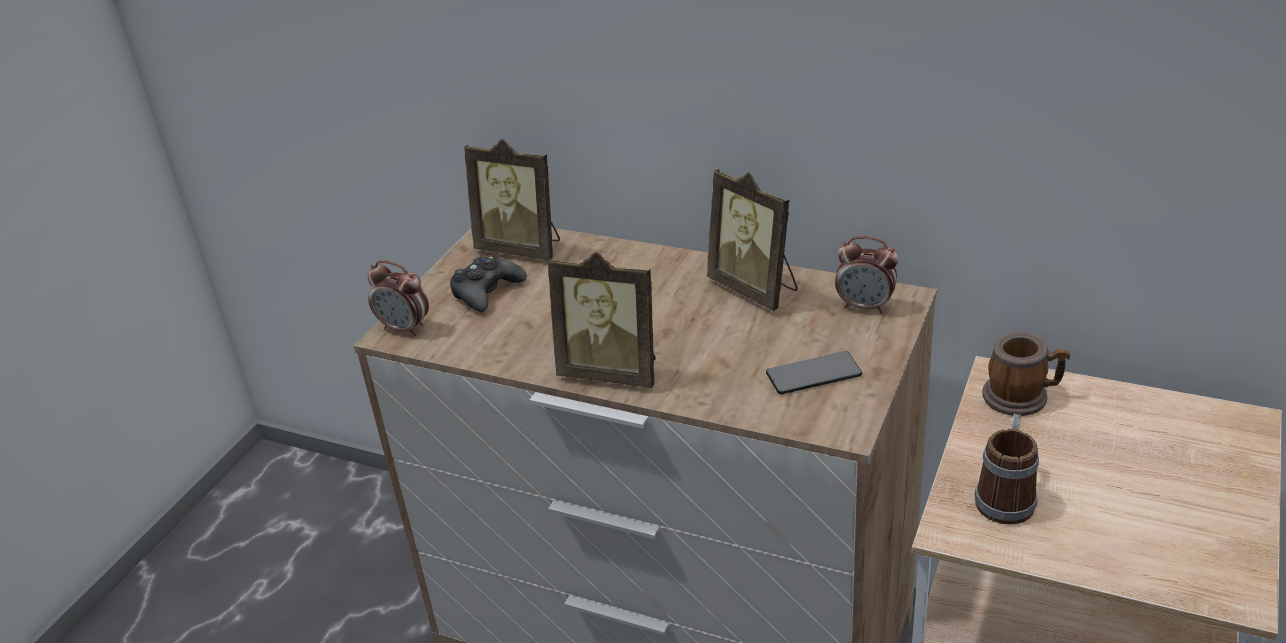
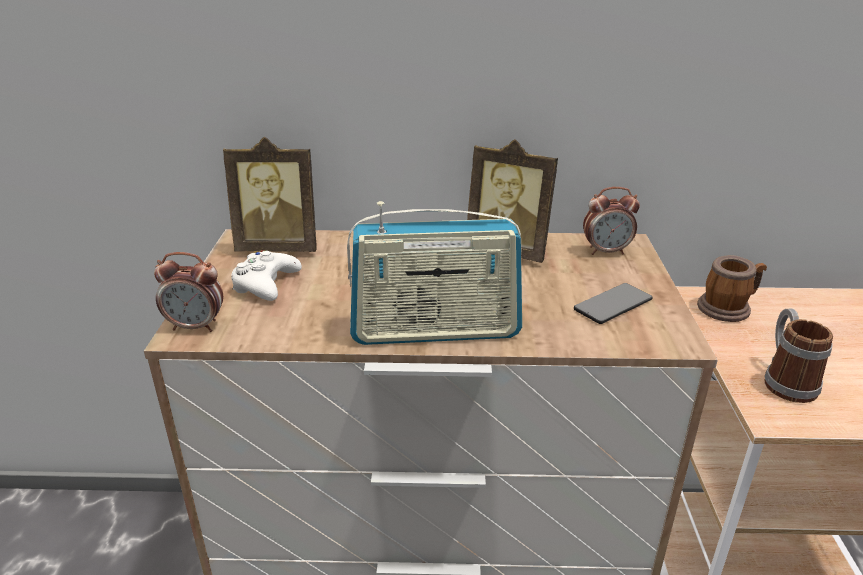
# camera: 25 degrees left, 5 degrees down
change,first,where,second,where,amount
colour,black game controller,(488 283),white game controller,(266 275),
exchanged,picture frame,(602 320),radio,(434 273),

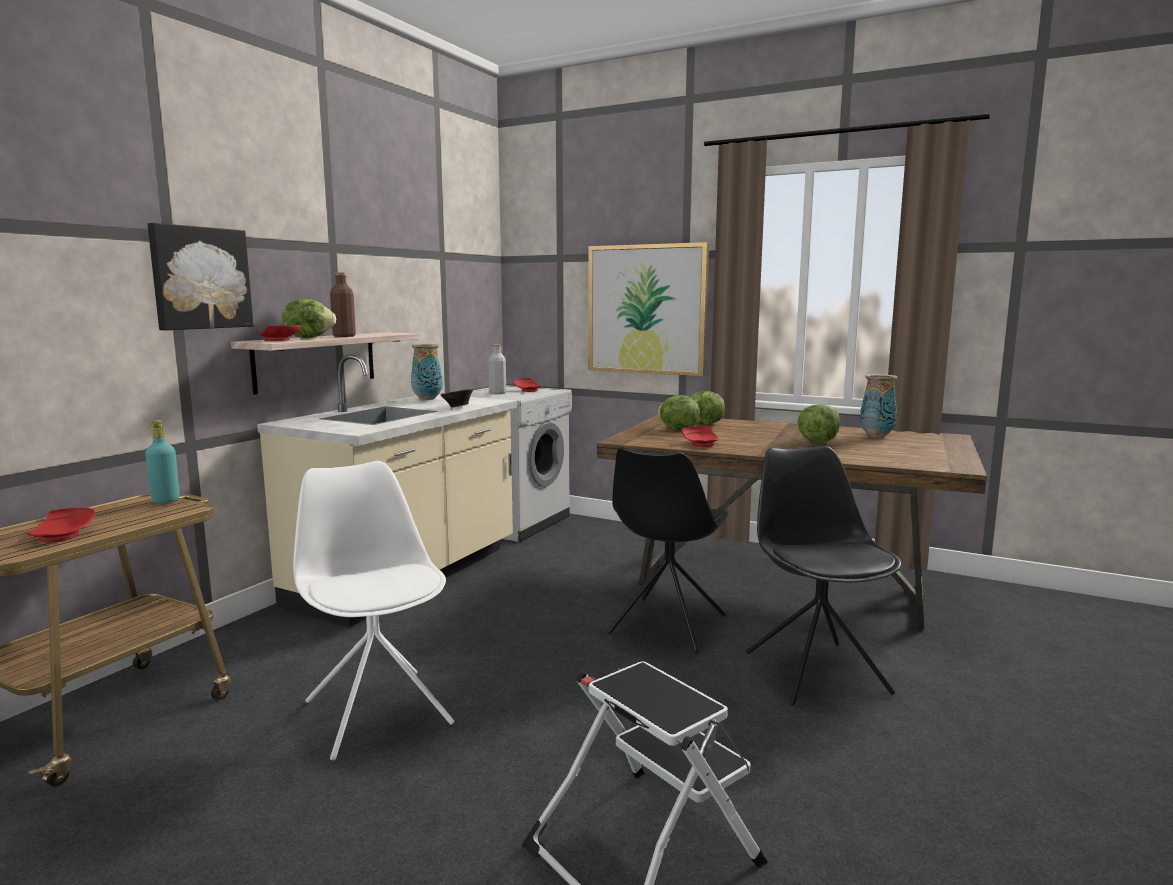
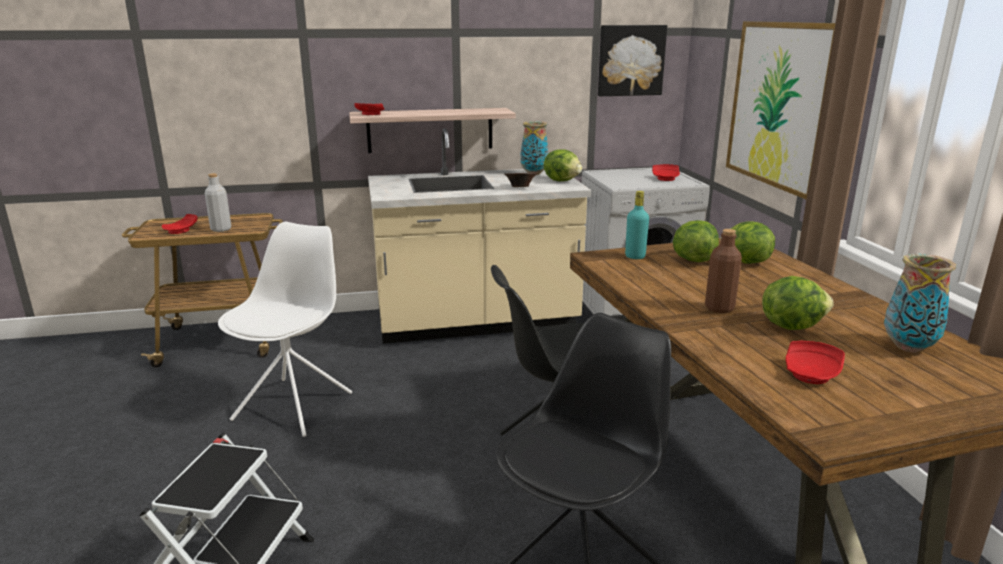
# camera: 50 degrees right, 10 degrees up
change,first,where,second,where,amount
relocated,turquoise bottle,(162 461),,(637 225),
relocated,picture,(201 276),,(632 60),
relocated,lettuce,(309 318),,(563 165),
relocated,brown bottle,(343 304),,(723 271),
relocated,grey bottle,(497 369),,(218 202),
relocated,red plate,(700 436),,(815 362),

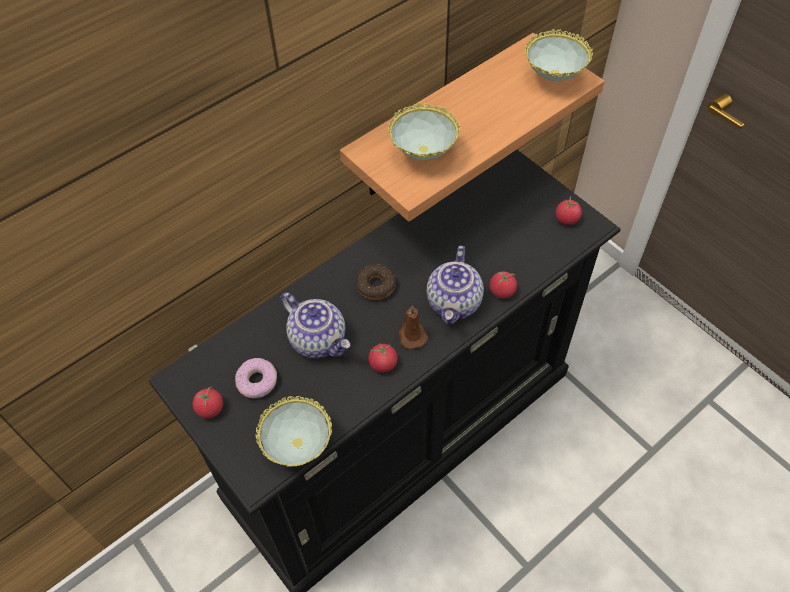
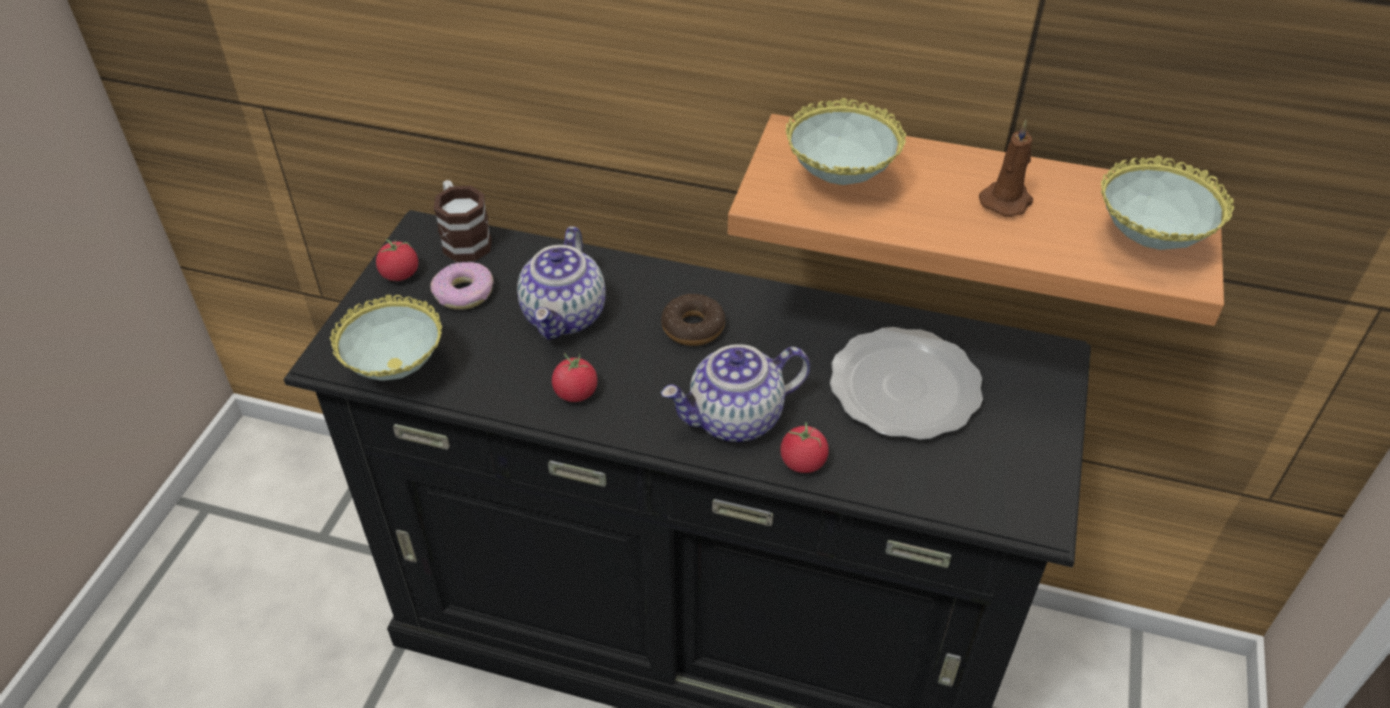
# camera: 55 degrees right, 10 degrees down
change,first,where,second,where,amount
relocated,brown candle,(413 327),,(1006 168),
missing,tomato,(569 210),,,
appeared,,,mug,(463 221),
appeared,,,plate,(906 383),

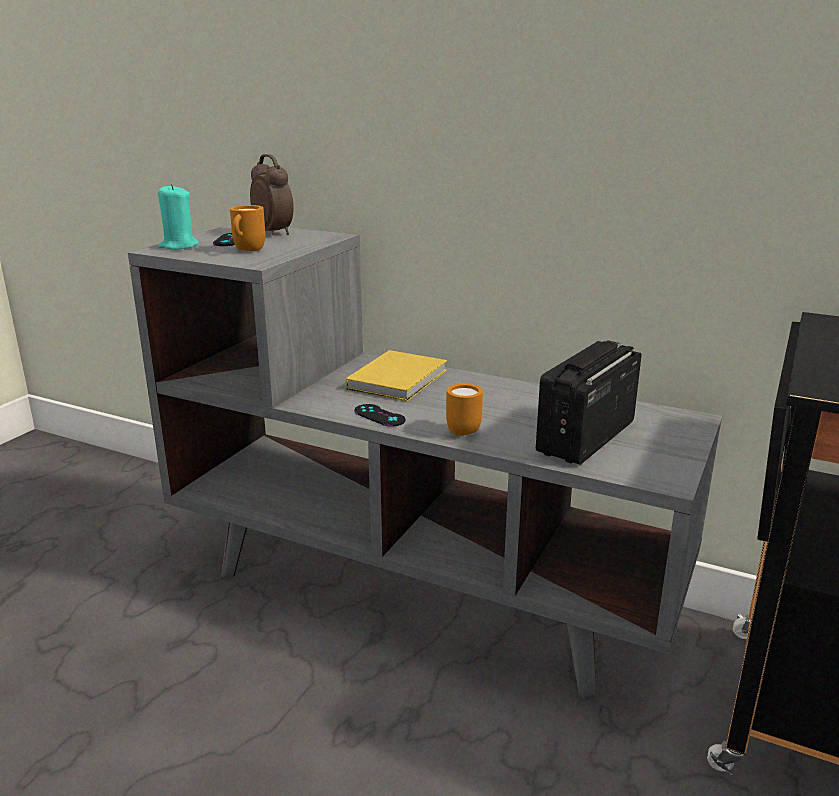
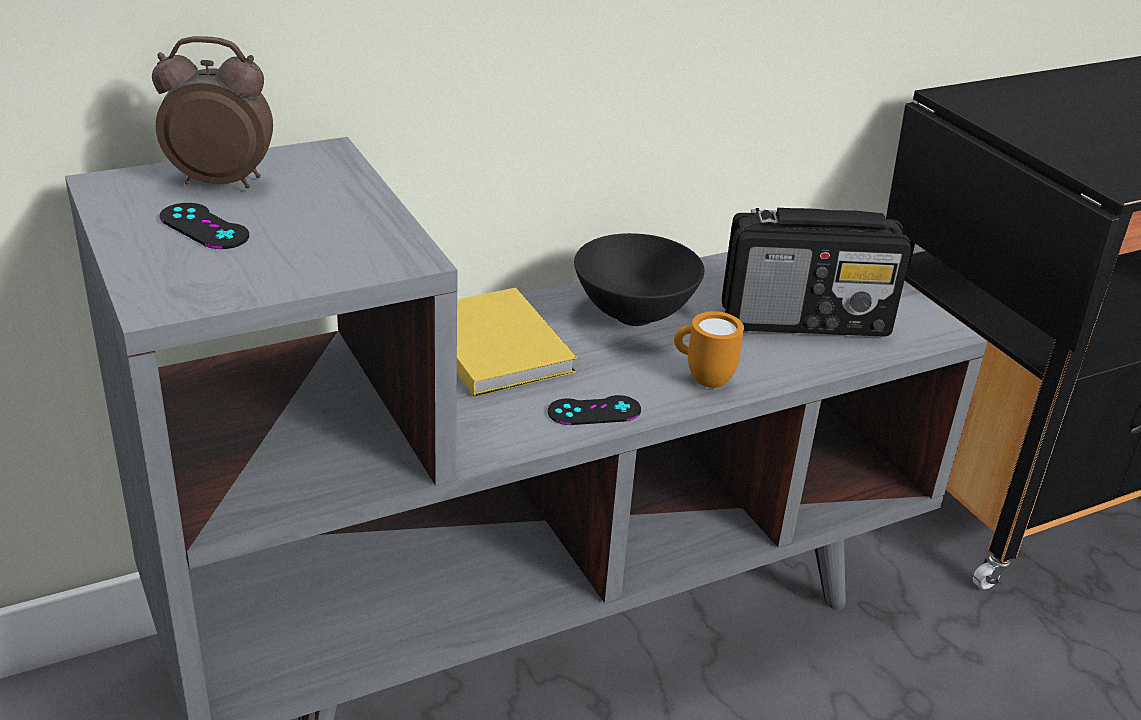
# camera: 55 degrees left, 10 degrees up
change,first,where,second,where,amount
missing,turquoise candle,(178 217),,,
missing,orange mug,(247 228),,,
spun,radio,(588 402),,(816 272),75 degrees counterclockwise
appeared,,,black bowl,(639 279),

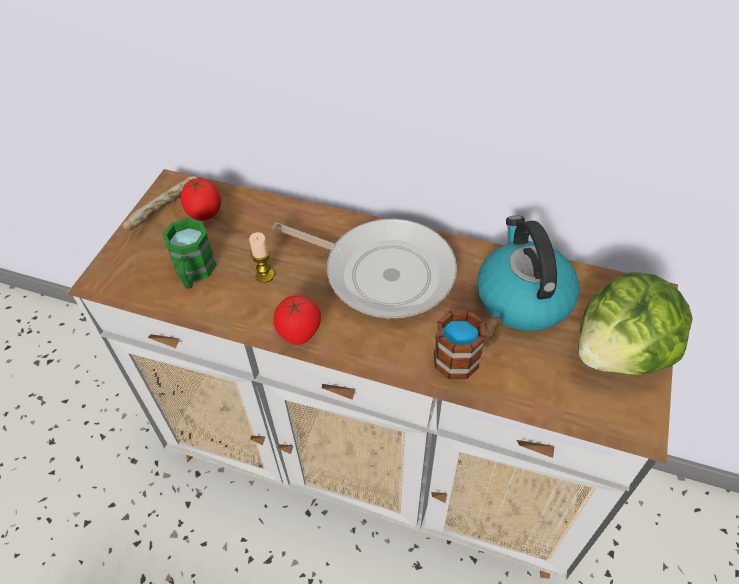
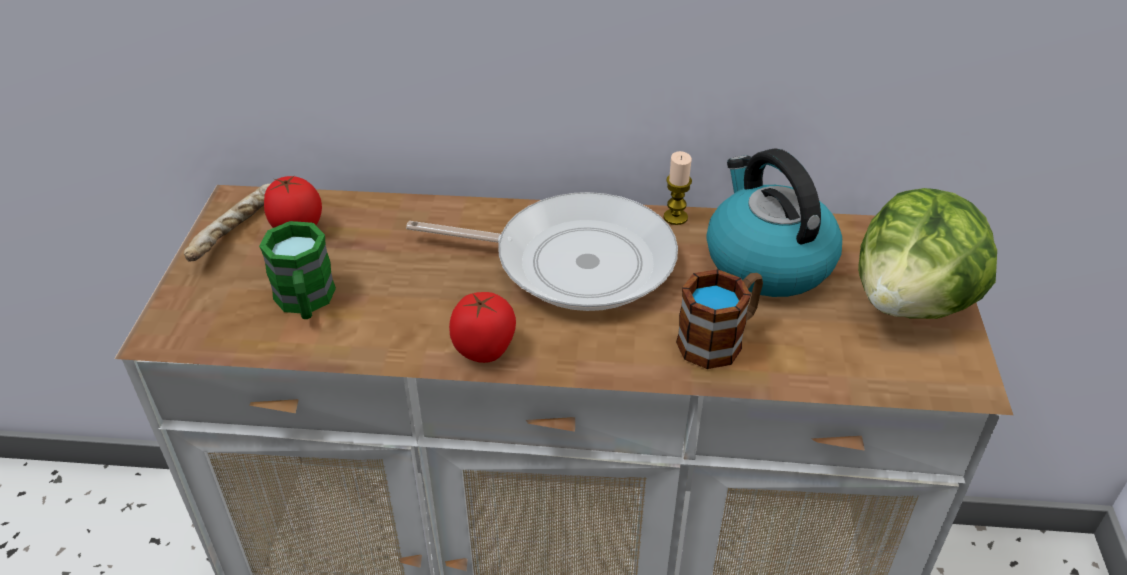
# camera: 15 degrees left, 10 degrees down
change,first,where,second,where,amount
relocated,candle,(261 257),,(678 188),

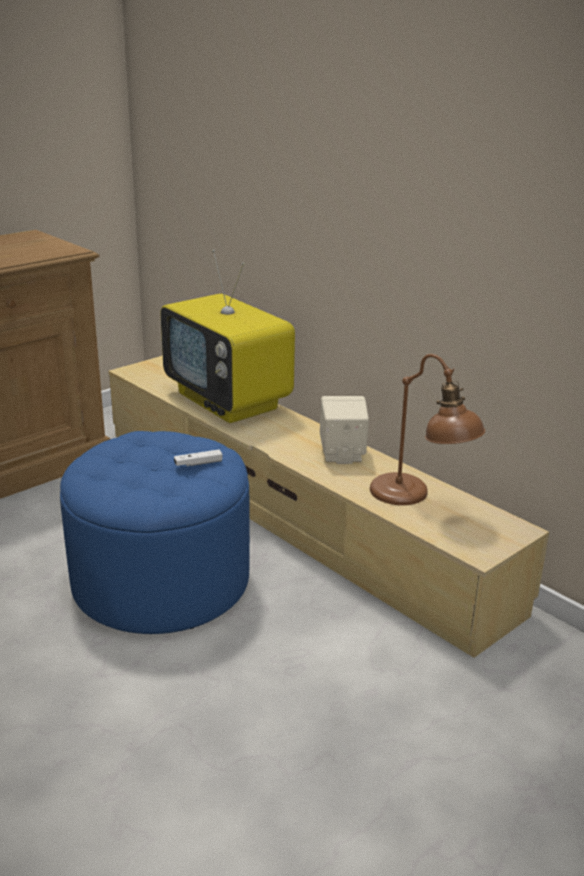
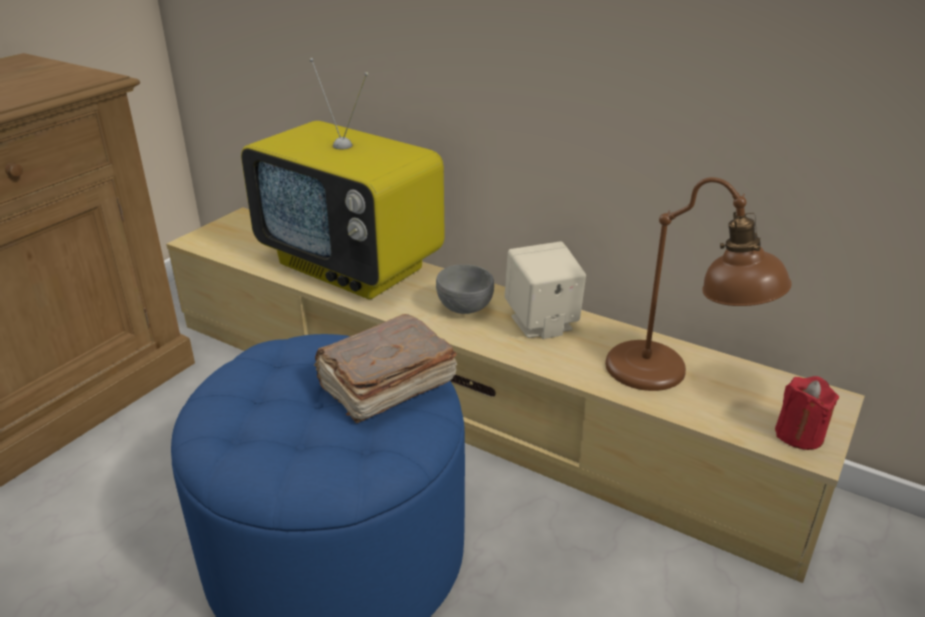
# camera: 15 degrees left, 5 degrees up
change,first,where,second,where,amount
exchanged,white game controller,(198 457),brown book,(385 368),
appeared,,,grey bowl,(465 289),
appeared,,,red candle,(807 413),

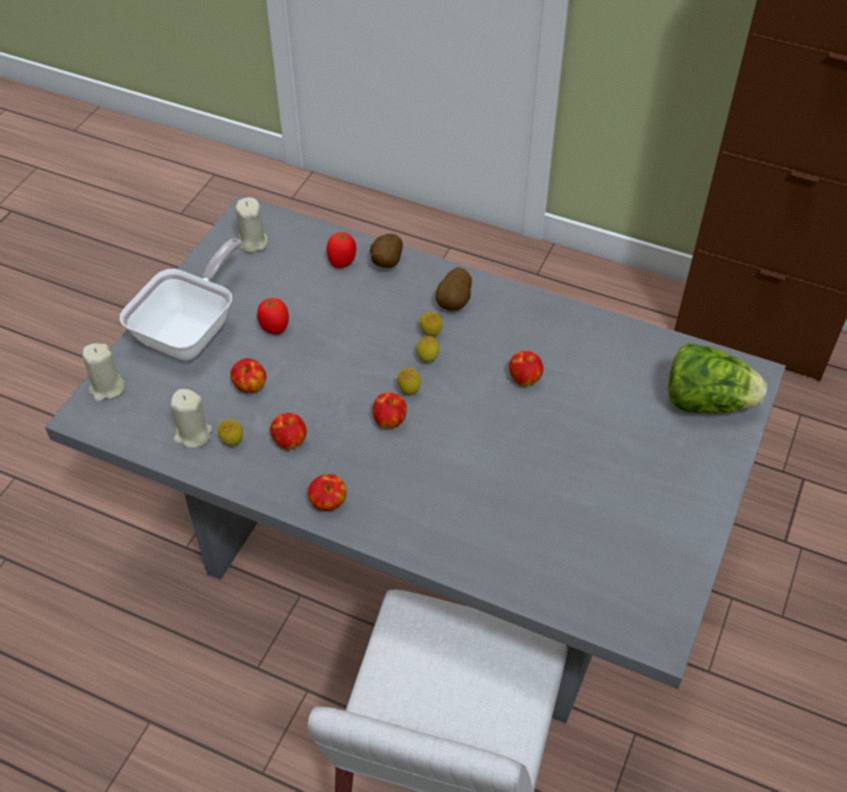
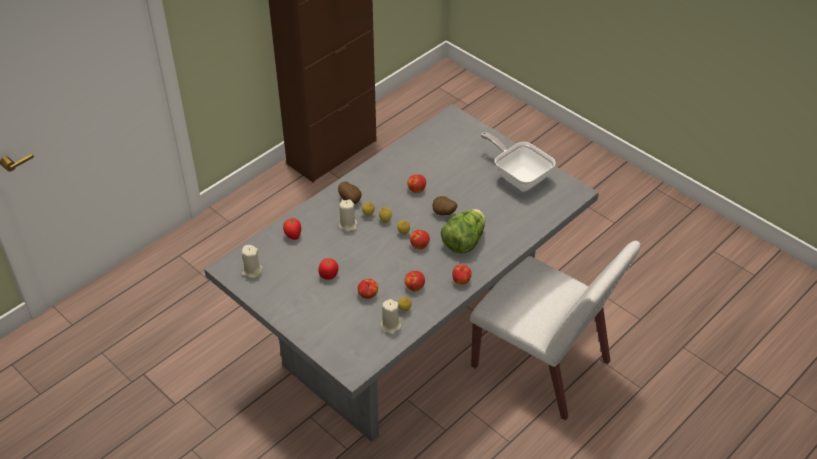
# camera: 70 degrees left, 5 degrees down
change,first,where,second,where,amount
relocated,beige candle,(104 372),,(348 215),
relocated,frying pan,(181 299),,(518 161),
relocated,potato,(386 251),,(444 205),
relocated,lettuce,(717 378),,(463 231),

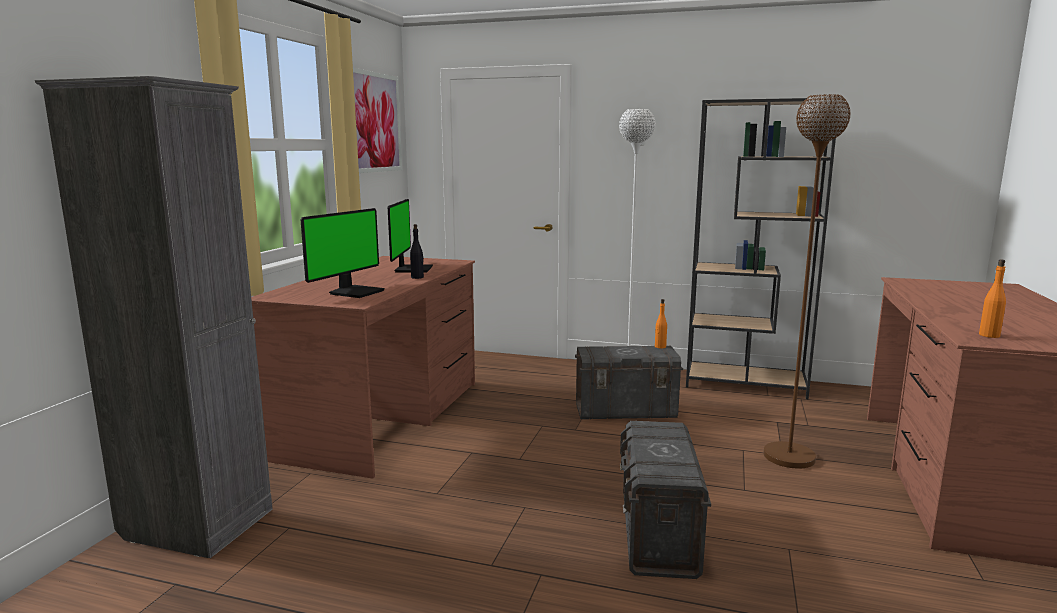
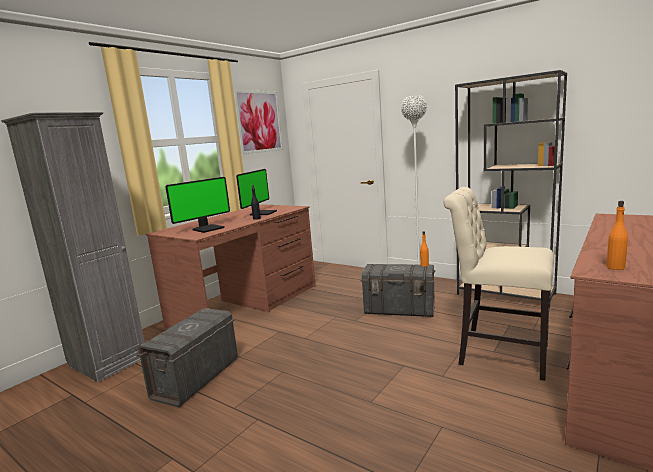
# camera: 20 degrees right, 0 degrees up
change,first,where,second,where,amount
relocated,grey storage box,(665 500),,(187 357),
exchanged,brown floor lamp,(807 281),beige stool,(499 284),

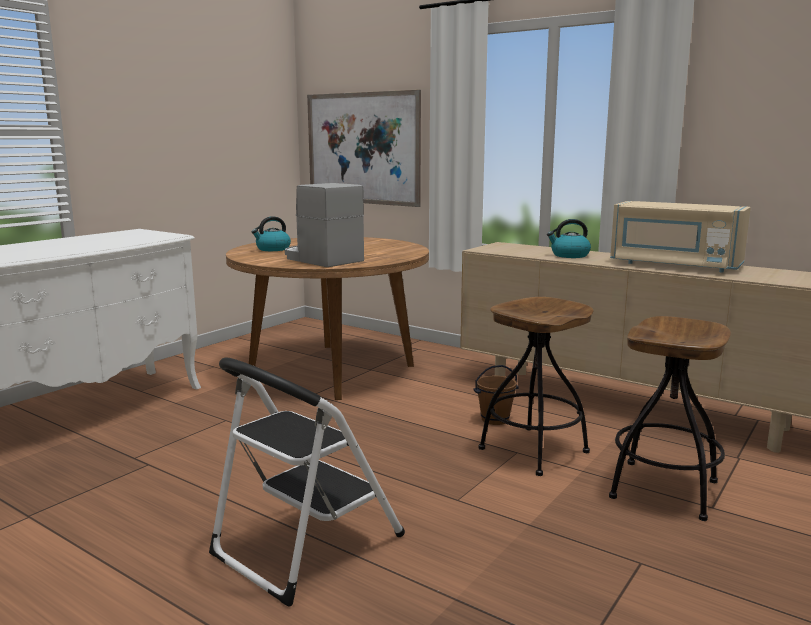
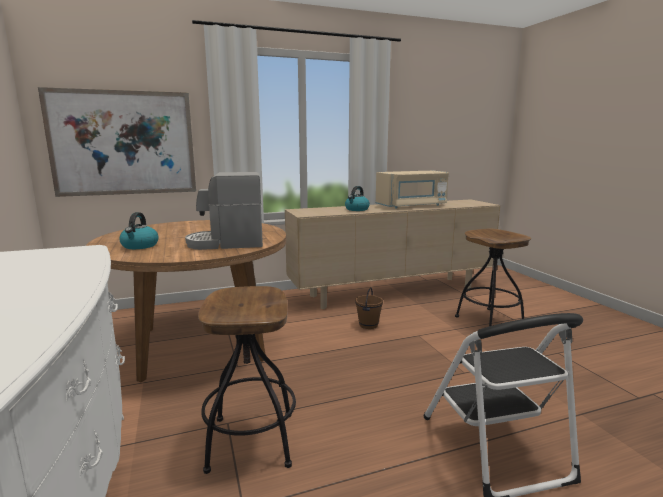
# camera: 55 degrees left, 0 degrees up
change,first,where,second,where,amount
relocated,brown stool,(536 386),,(247 380),

